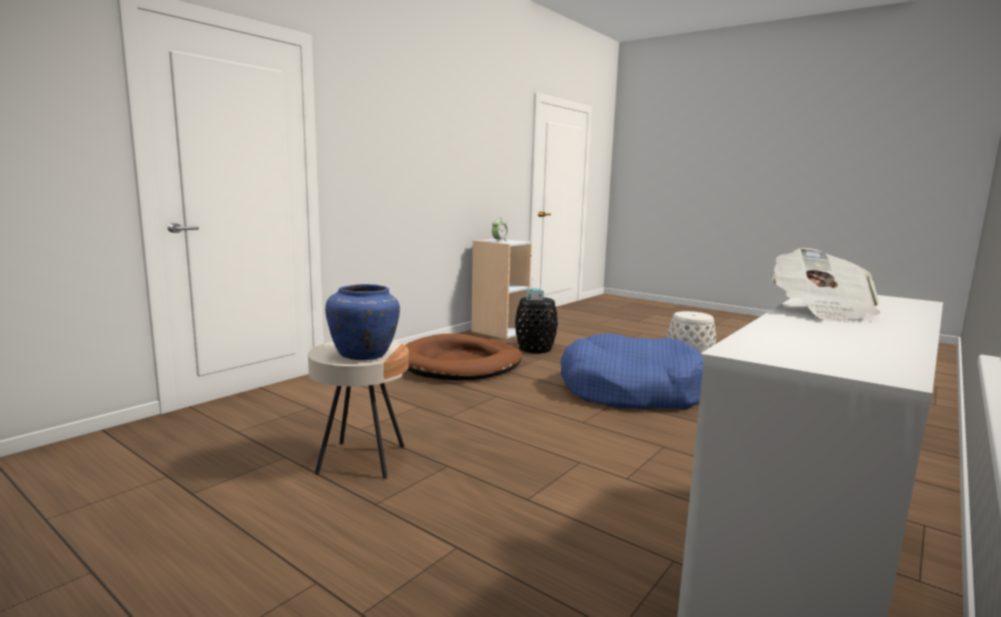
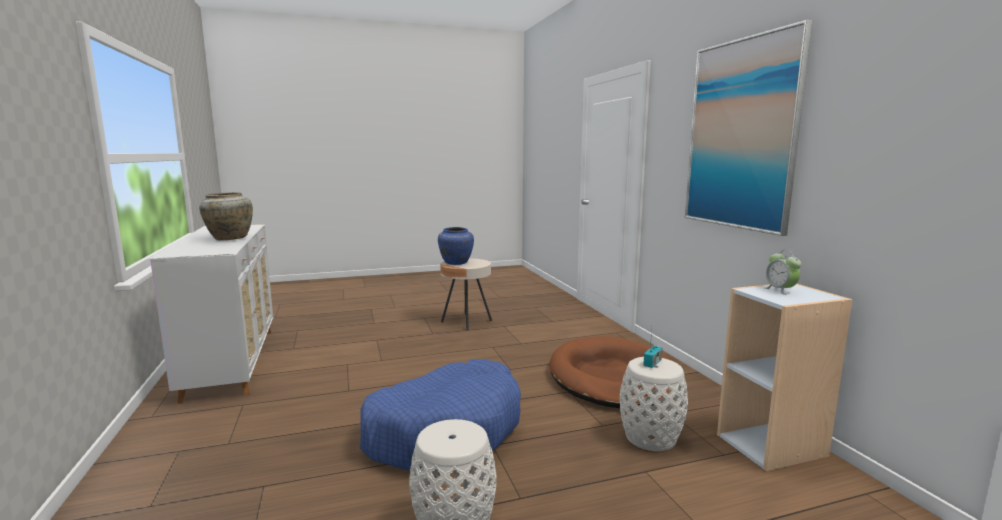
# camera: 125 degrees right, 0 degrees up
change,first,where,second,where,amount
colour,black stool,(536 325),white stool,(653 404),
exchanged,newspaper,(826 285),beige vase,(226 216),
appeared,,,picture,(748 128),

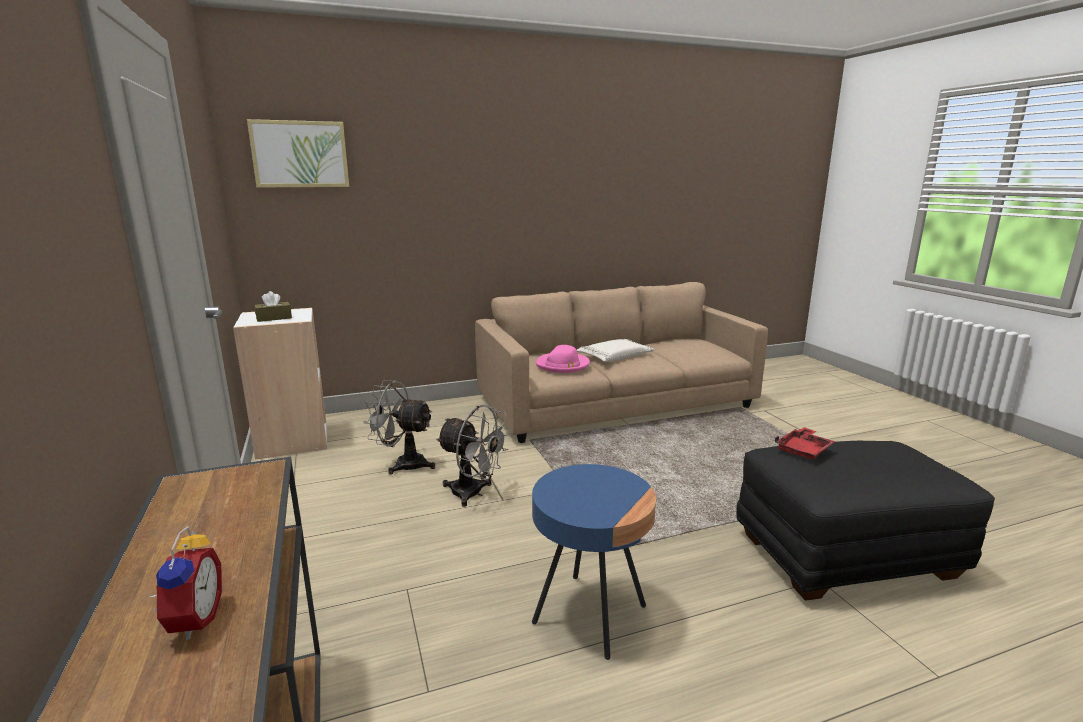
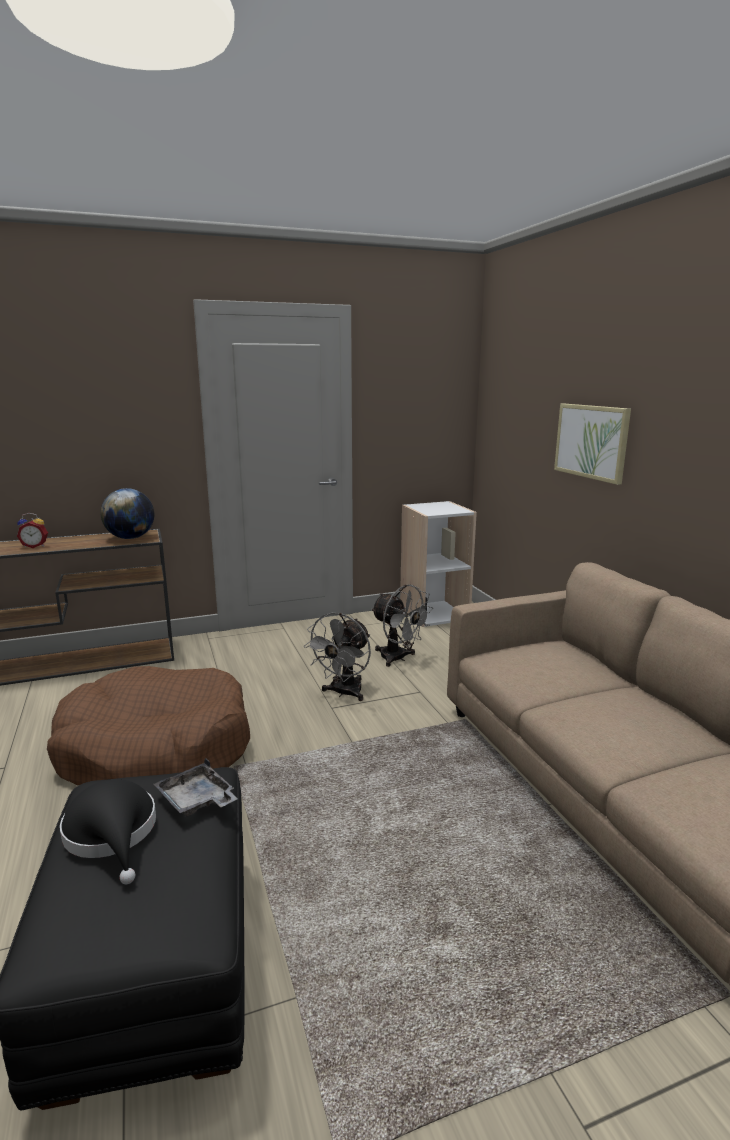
# camera: 90 degrees right, 0 degrees up
change,first,where,second,where,amount
relocated,picture,(298 153),,(592 444),
missing,brown tissue box,(273 306),,,
spun,grey fan,(399 427),,(402 626),120 degrees clockwise
exchanged,blue side table,(594 562),brown dog bed,(148 726),
missing,pink hat,(563 359),,,
missing,white pillow,(615 350),,,
colour,red tray,(805 443),grey tray,(196 787),
appeared,,,black hat,(108 831),
appeared,,,globe,(127 513),

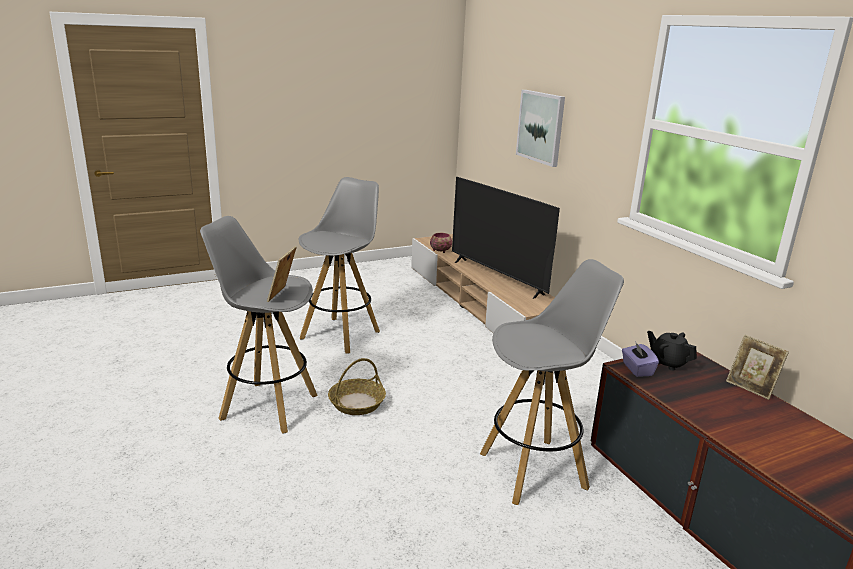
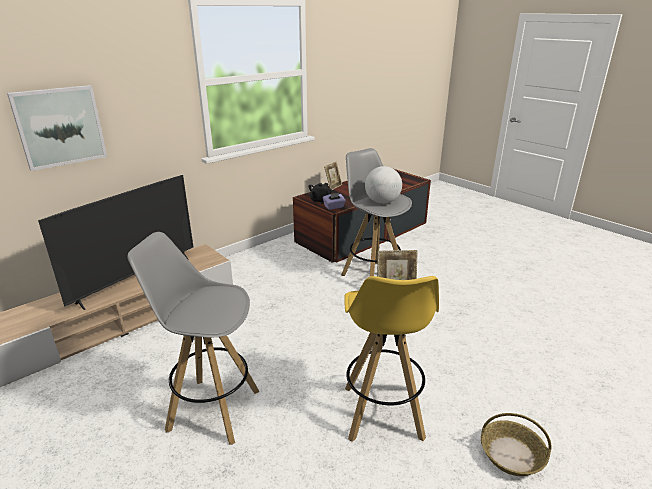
# camera: 105 degrees left, 5 degrees up
change,first,where,second,where,amount
colour,grey stool,(259 325),yellow stool,(391 359),
relocated,basket,(357 386),,(516 444),
missing,bowl,(441 243),,,
appeared,,,globe,(383 185),

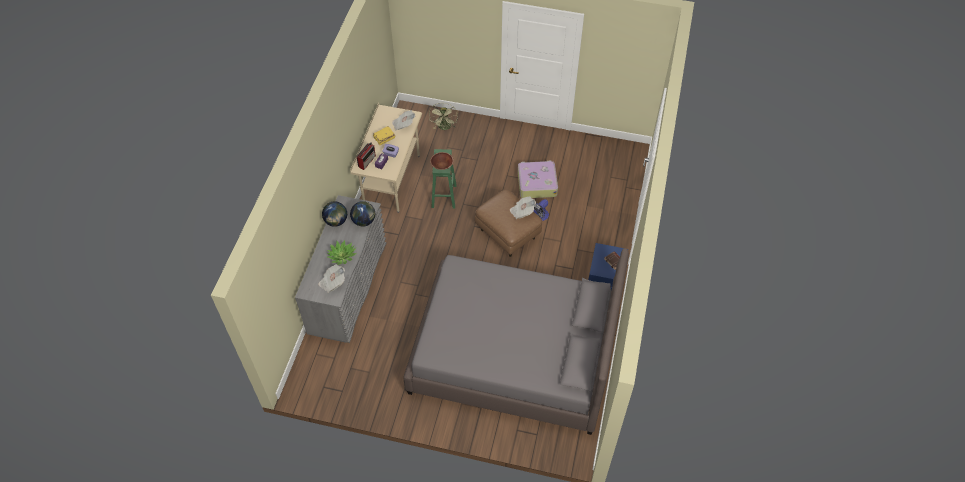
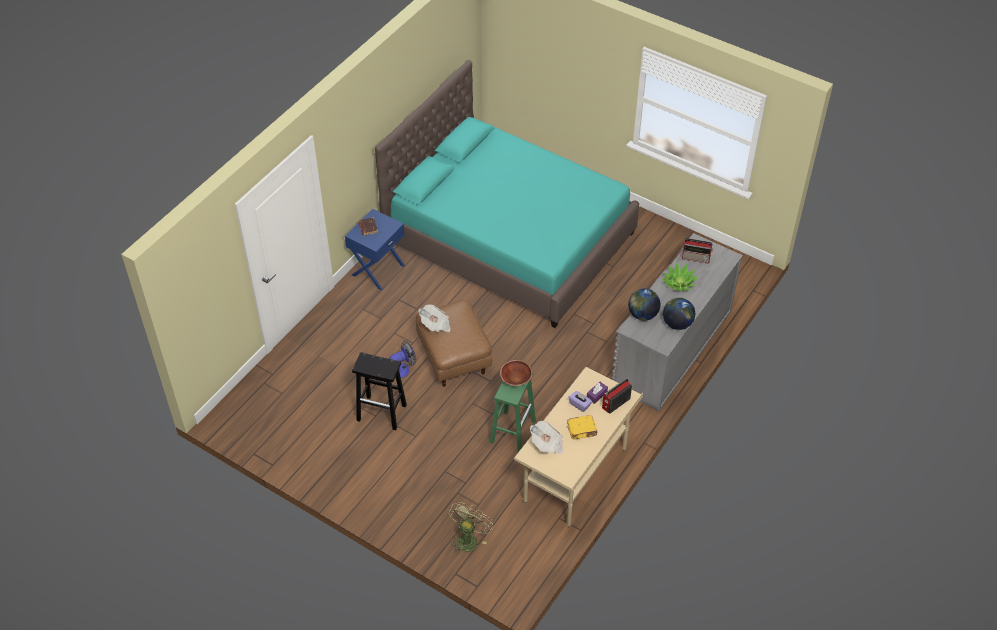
# camera: 160 degrees left, 5 degrees down
change,first,where,second,where,amount
exchanged,newspaper,(332 278),radio,(697 251),
colour,grey bed,(516 341),turquoise bed,(507 194),
exchanged,suitcase,(538 179),black stool,(379 391),

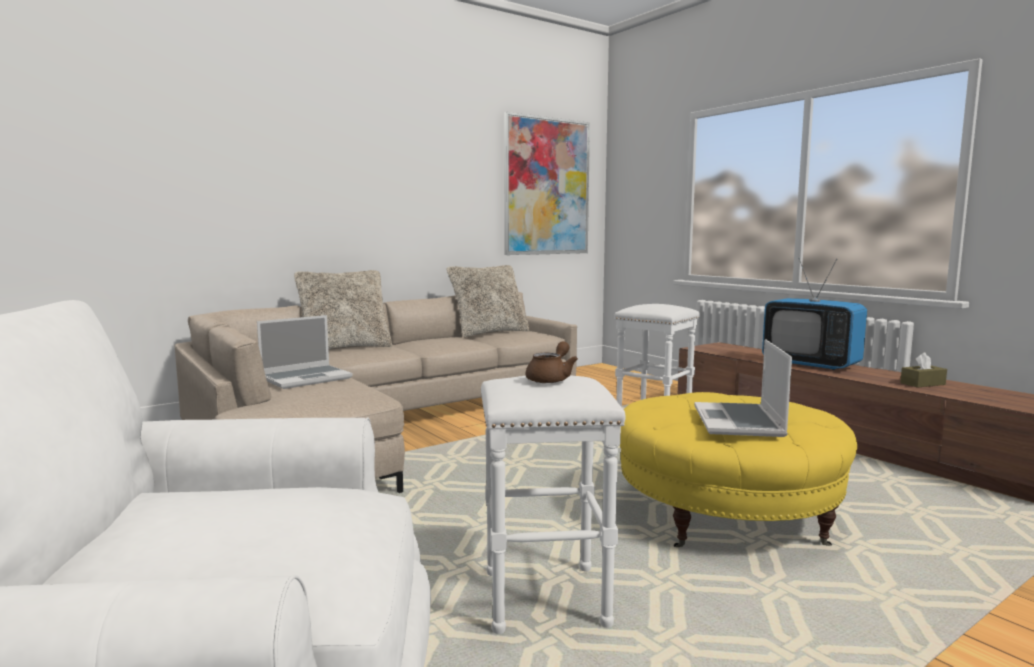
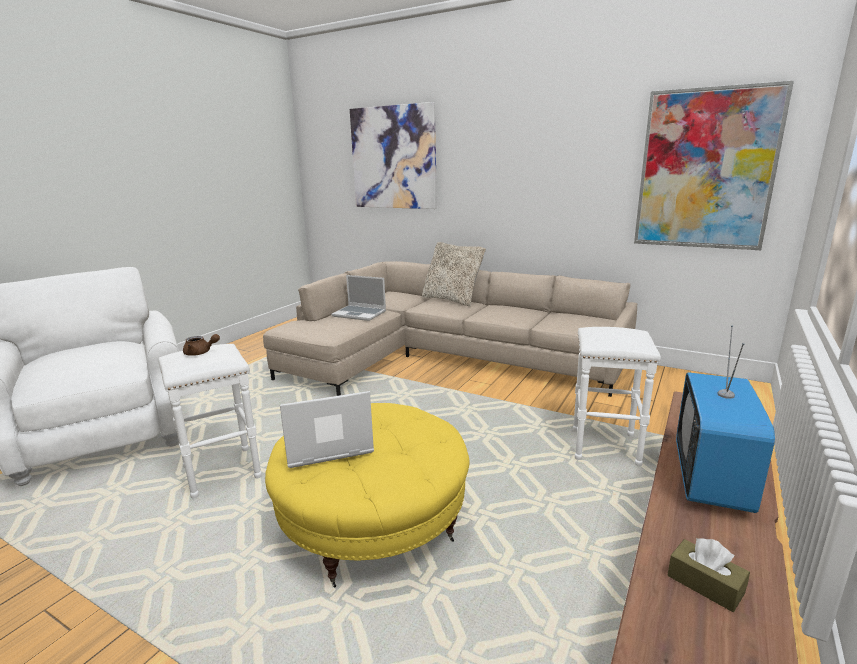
# camera: 65 degrees right, 10 degrees up
change,first,where,second,where,amount
missing,beige pillow,(487 301),,,
appeared,,,picture,(393 155),

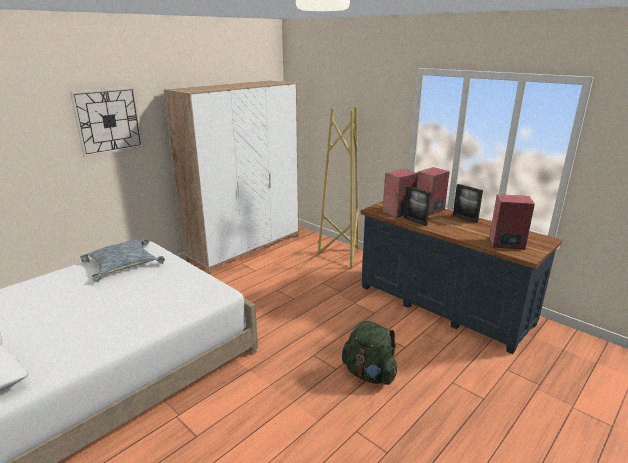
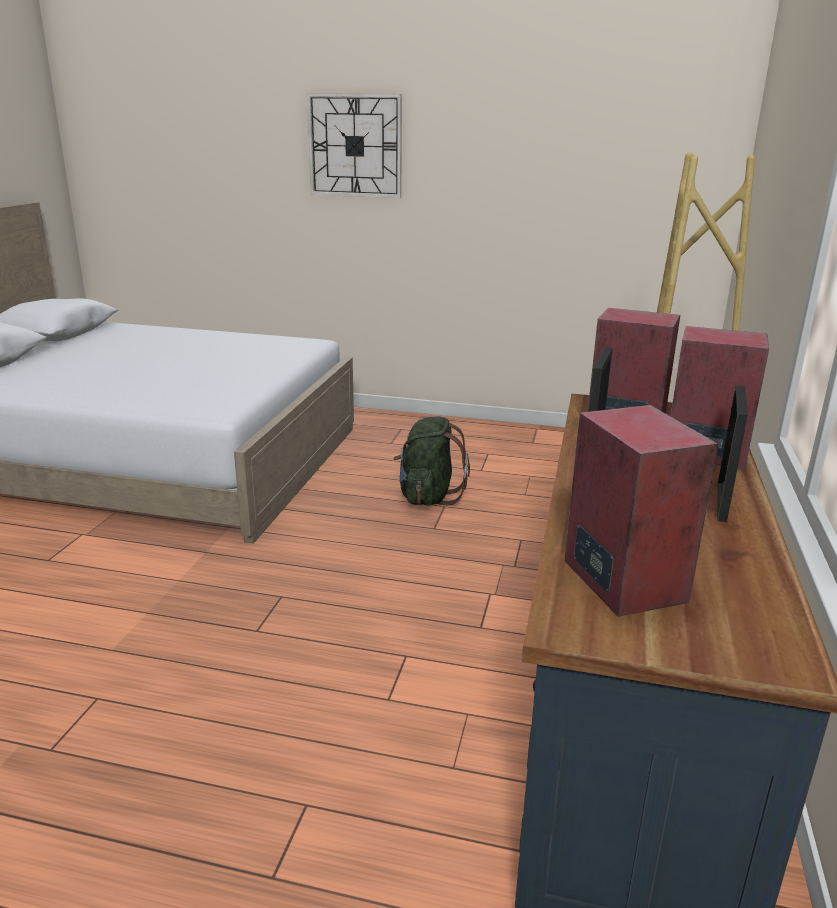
# camera: 60 degrees right, 0 degrees up
change,first,where,second,where,amount
missing,pillow,(122 260),,,
missing,white wardrobe,(231 177),,,
relocated,green backpack,(369 353),,(432 461),

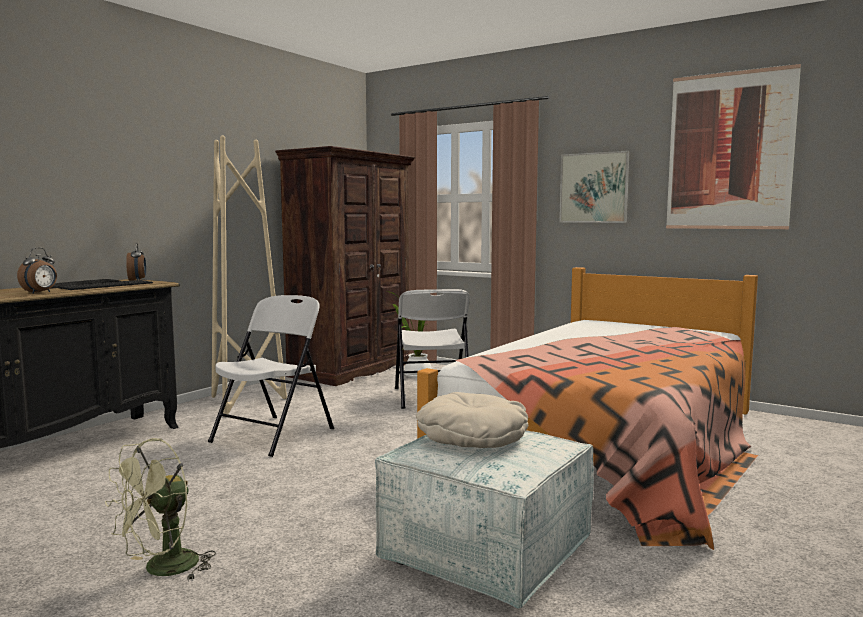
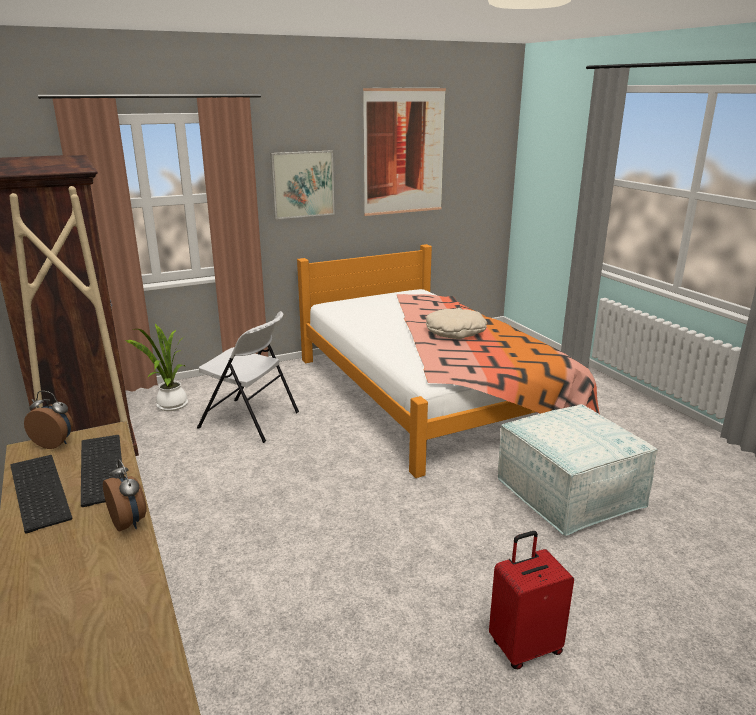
# camera: 60 degrees left, 15 degrees up
change,first,where,second,where,amount
exchanged,green fan,(160 509),red suitcase,(531 600),
missing,white chair,(271 376),,,
relocated,beige pillow,(472 420),,(456 323),

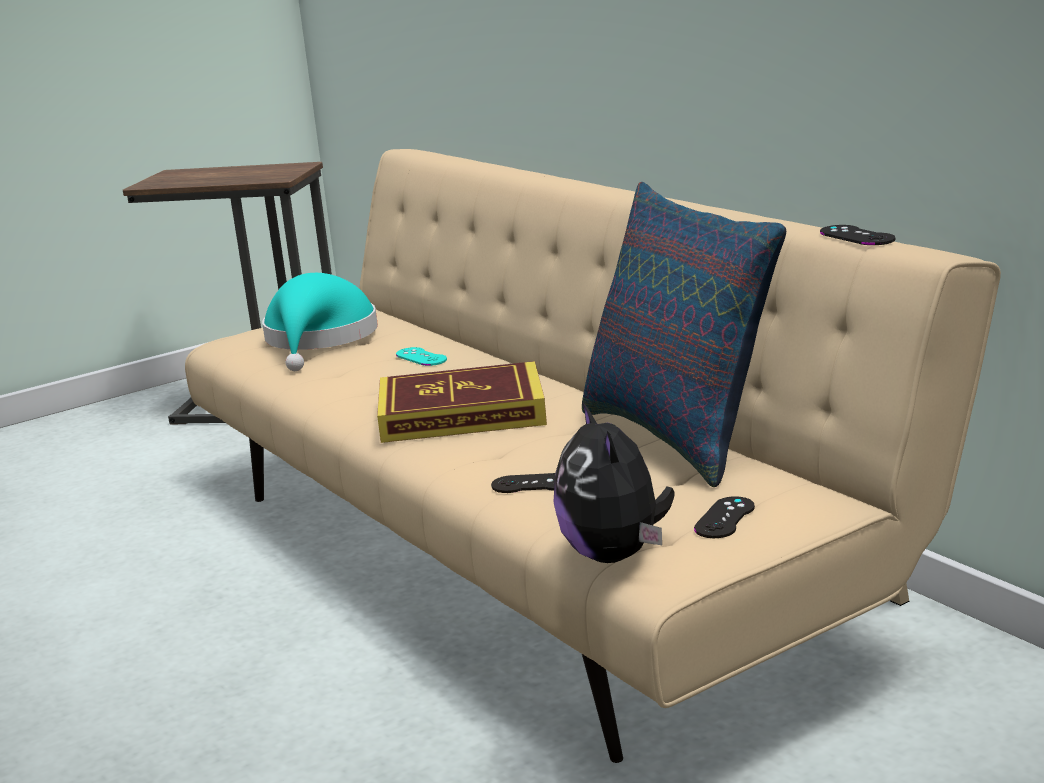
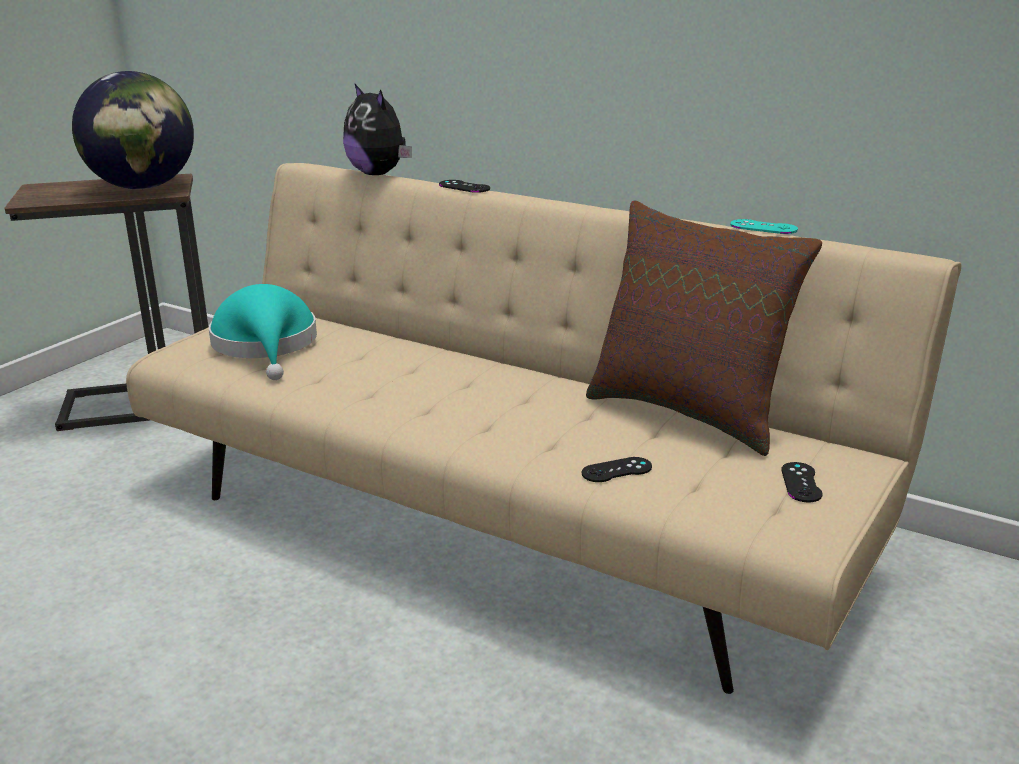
# camera: 25 degrees left, 5 degrees up
change,first,where,second,where,amount
missing,book,(462 402),,,
relocated,turquoise game controller,(421 356),,(764 226),
relocated,plush toy,(614 482),,(377 129),
colour,blue pillow,(684 334),brown pillow,(704 328),
relocated,black game controller,(857 235),,(464 186),
appeared,,,globe,(133 130),

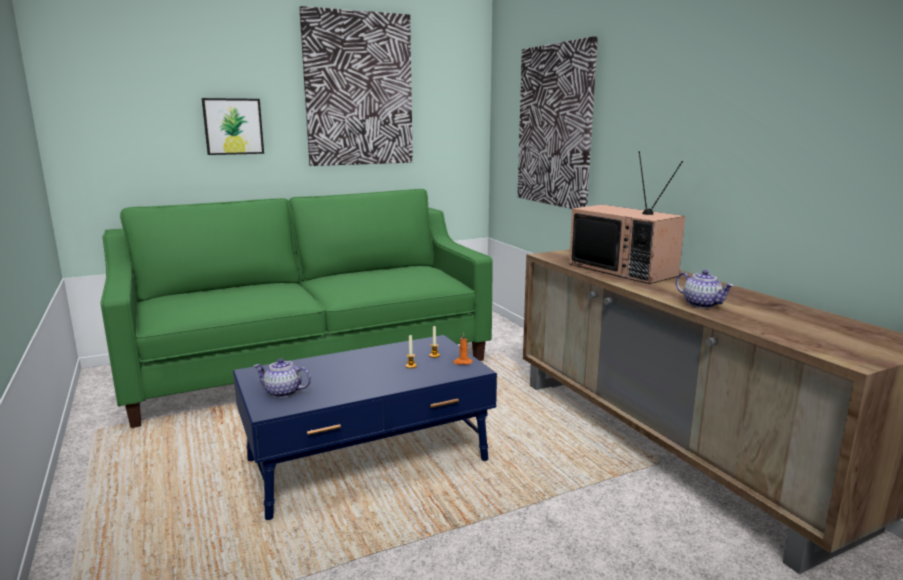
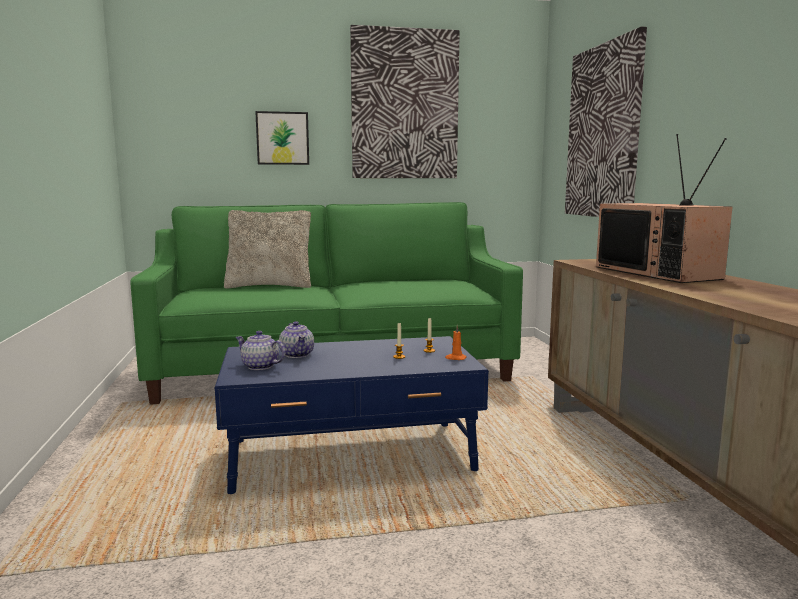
# camera: 15 degrees right, 5 degrees down
change,first,where,second,where,amount
relocated,teapot,(705 289),,(296 339),
appeared,,,beige pillow,(267 249),

